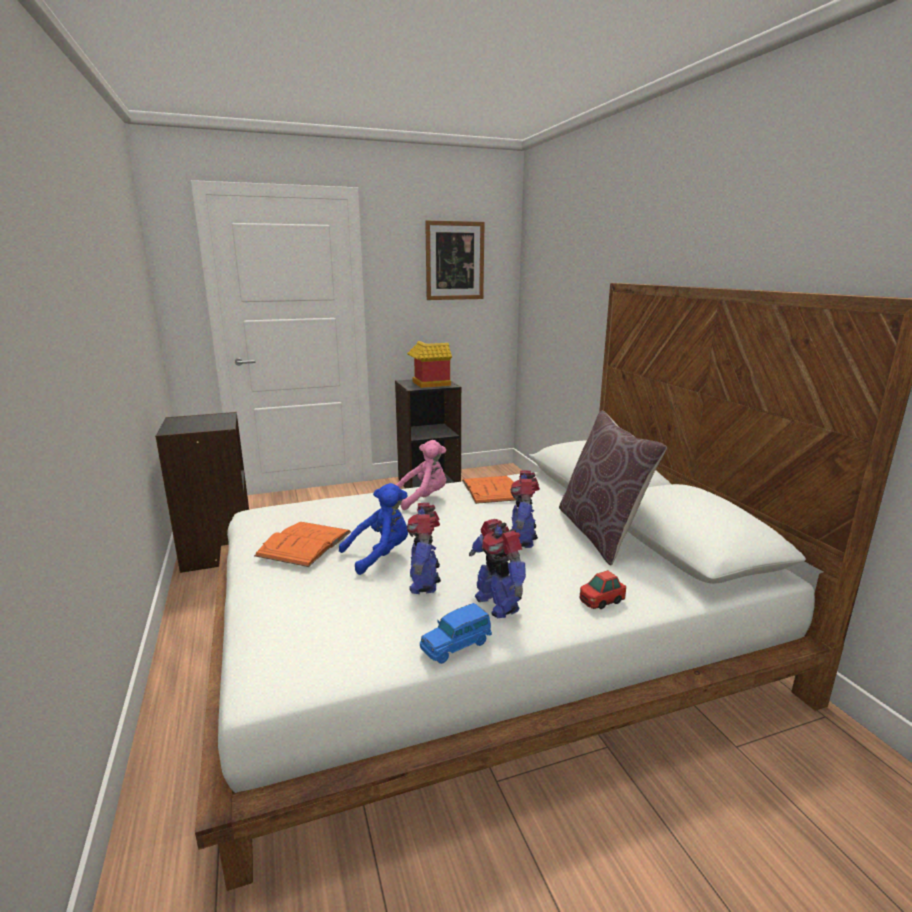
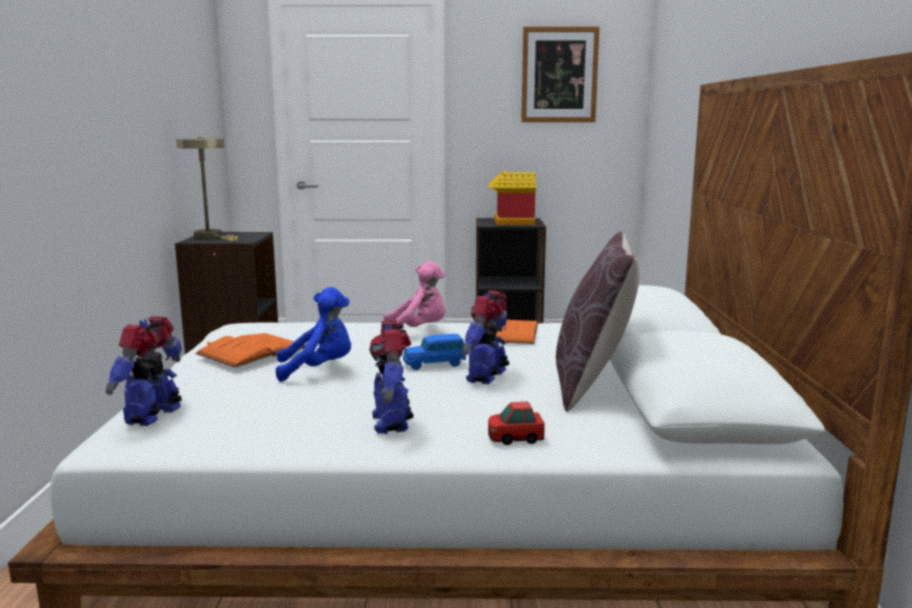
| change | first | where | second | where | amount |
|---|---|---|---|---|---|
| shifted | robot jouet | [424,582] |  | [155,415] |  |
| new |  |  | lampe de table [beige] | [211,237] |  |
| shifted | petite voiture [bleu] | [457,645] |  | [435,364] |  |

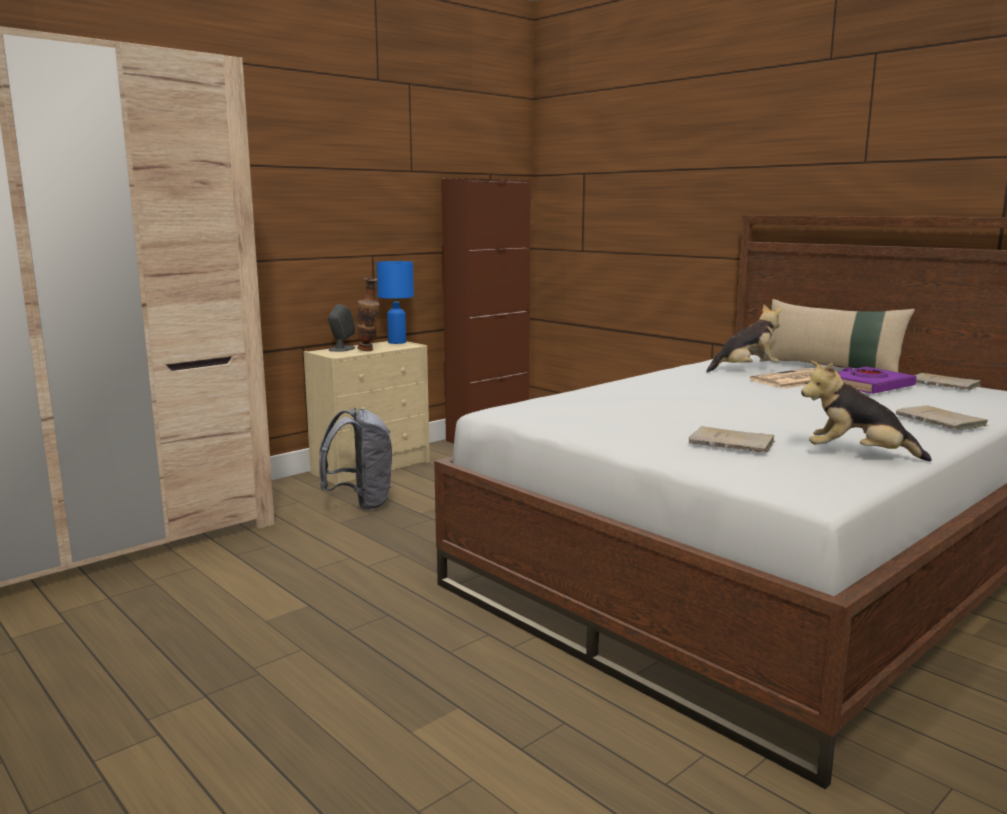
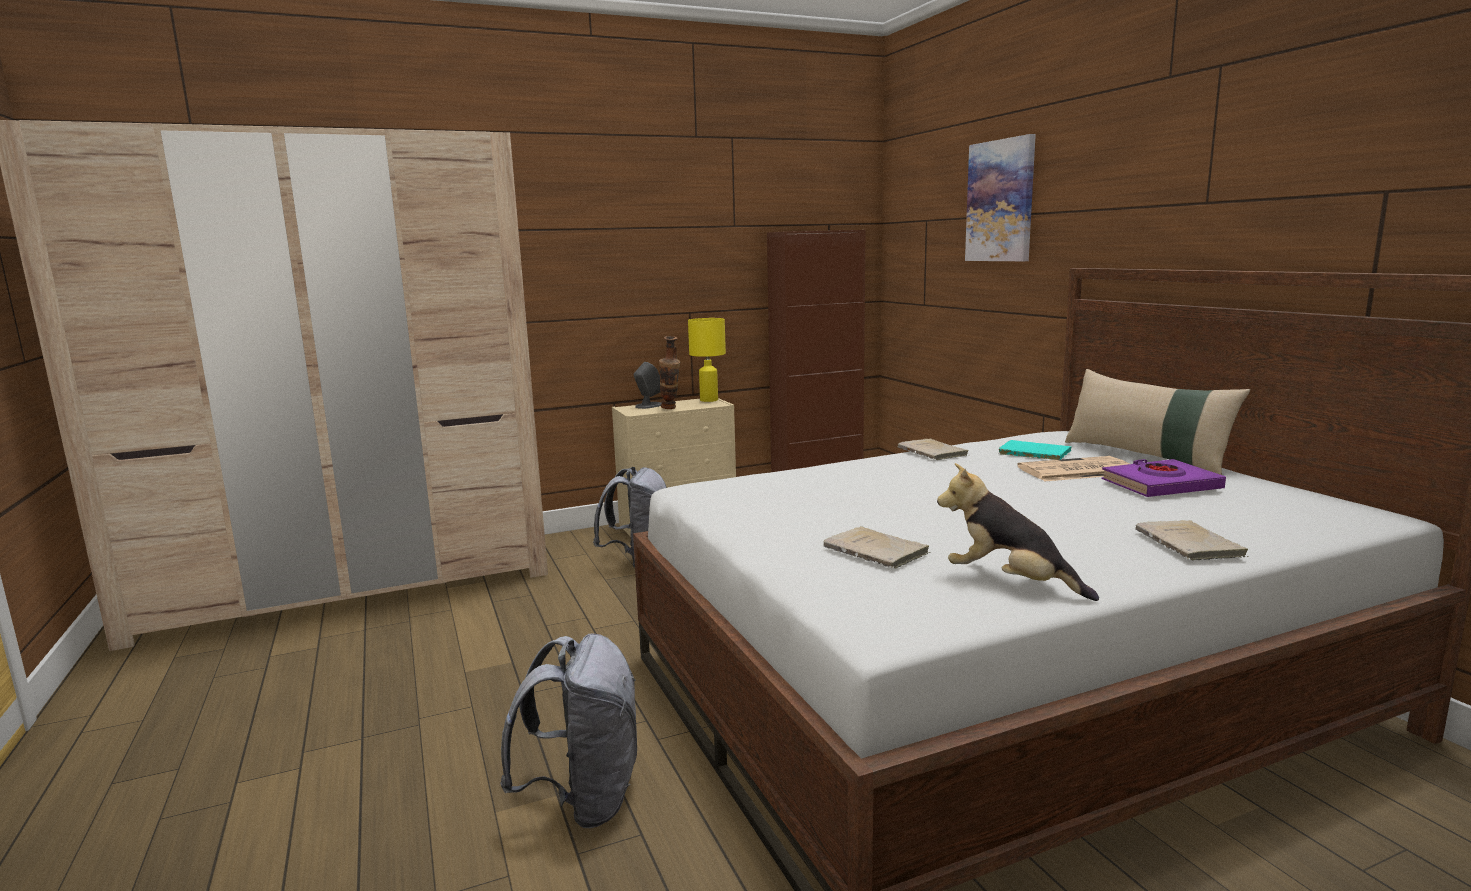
| change | first | where | second | where | amount |
|---|---|---|---|---|---|
| new |  |  | sac à dos [gris] | [584,800] |  |
| repainted | lampe de table [bleu] | [397,342] | lampe de table [jaune] | [708,400] |  |
| shifted | livre [beige] | [945,385] |  | [933,453] |  |
| new |  |  | tableau | [1000,201] |  |
| swapped | peluche | [745,370] | livre [turquoise] | [1032,453] |  |

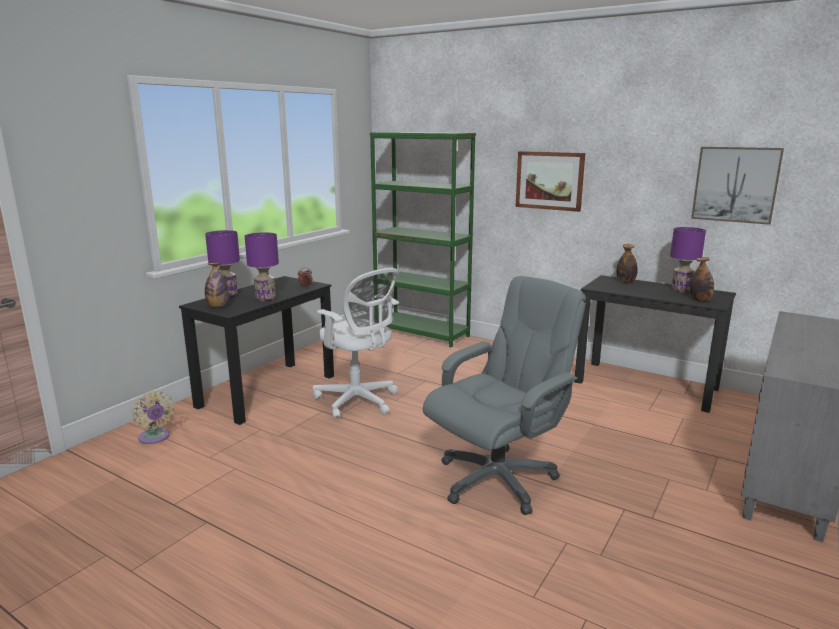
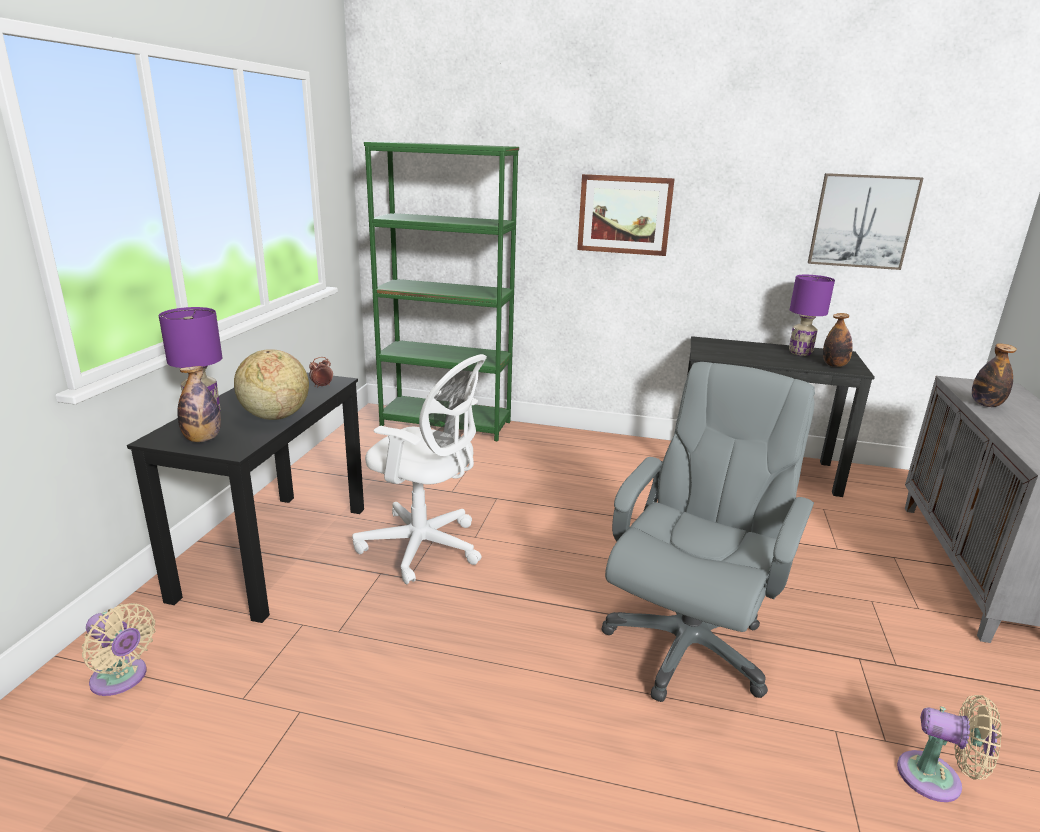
| change | first | where | second | where | amount |
|---|---|---|---|---|---|
| swapped | lampe de table [violet] | [265,299] | globe | [275,416] |  |
| new |  |  | ventilateur [beige] | [936,779] |  |
| shifted | bouteille | [625,282] |  | [985,404] |  |

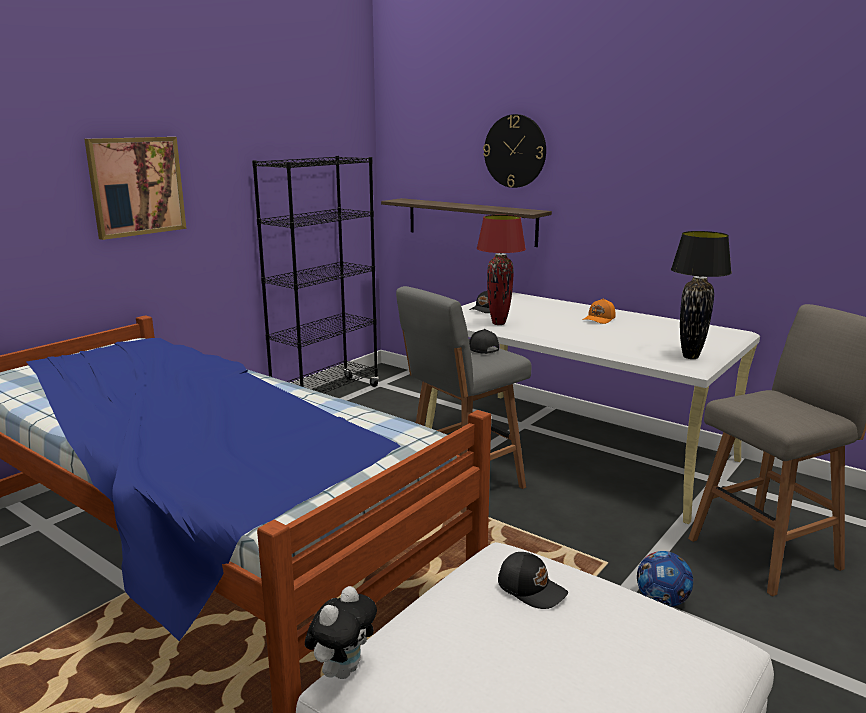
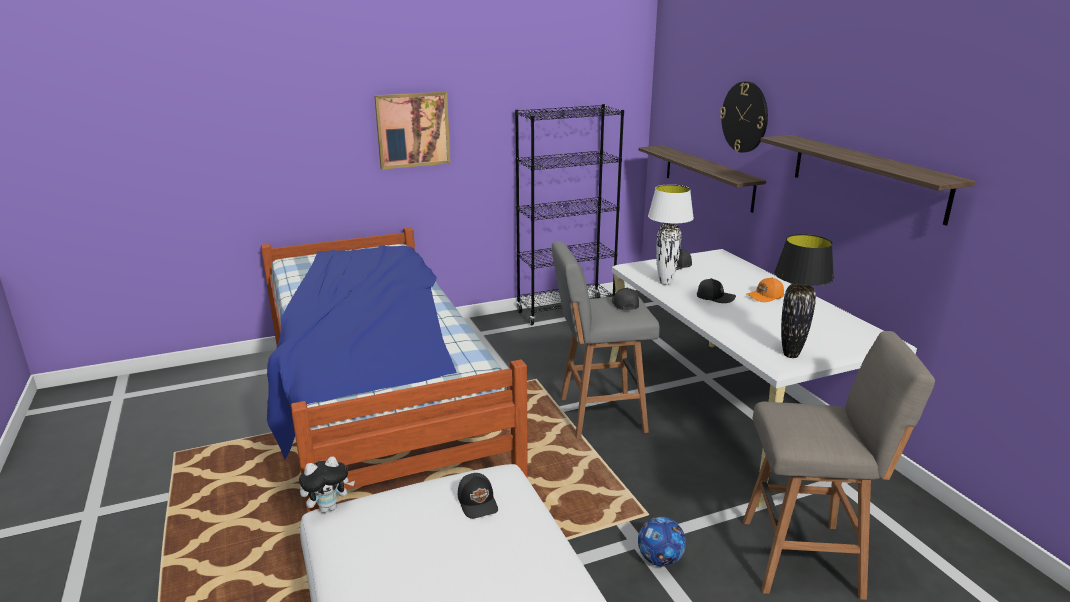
| change | first | where | second | where | amount |
|---|---|---|---|---|---|
| repainted | lampe de table [rouge] | [499,323] | lampe de table [blanc] | [665,283] |  |
| new |  |  | casquette [noir] | [715,297] |  |
| new |  |  | étagère | [866,176] |  |

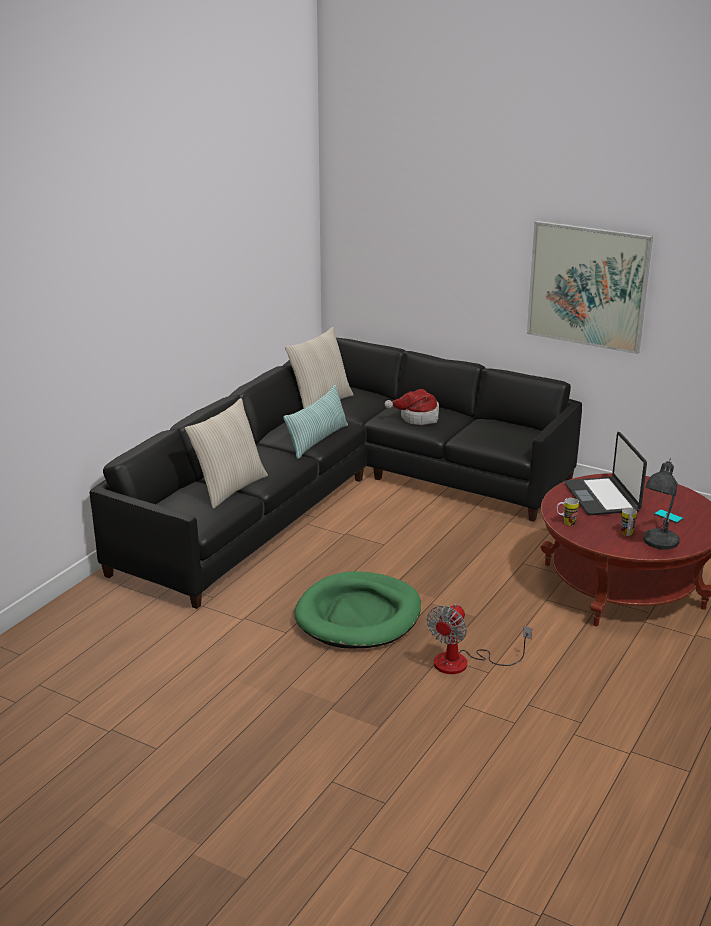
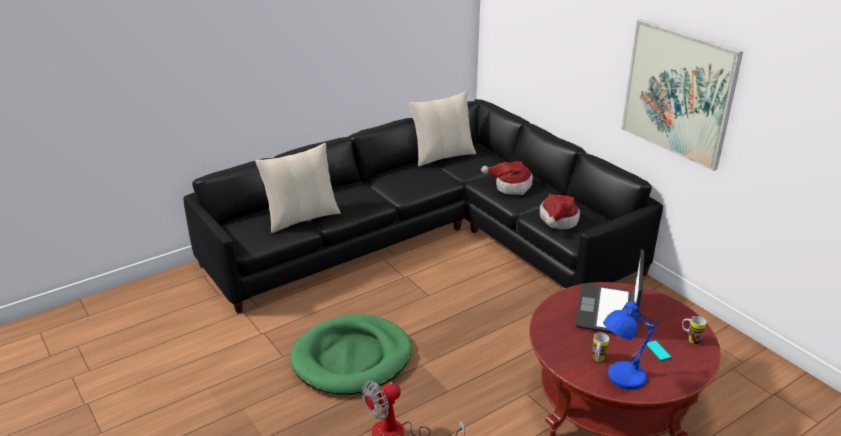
| change | first | where | second | where | amount |
|---|---|---|---|---|---|
| new |  |  | chapeau | [557,221] |  |
| repainted | lampe de table [gris] | [658,542] | lampe de table [bleu] | [622,378] |  |
| shifted | mug | [565,523] |  | [690,339] |  |
| gone | coussin | [317,440] |  |  |  |

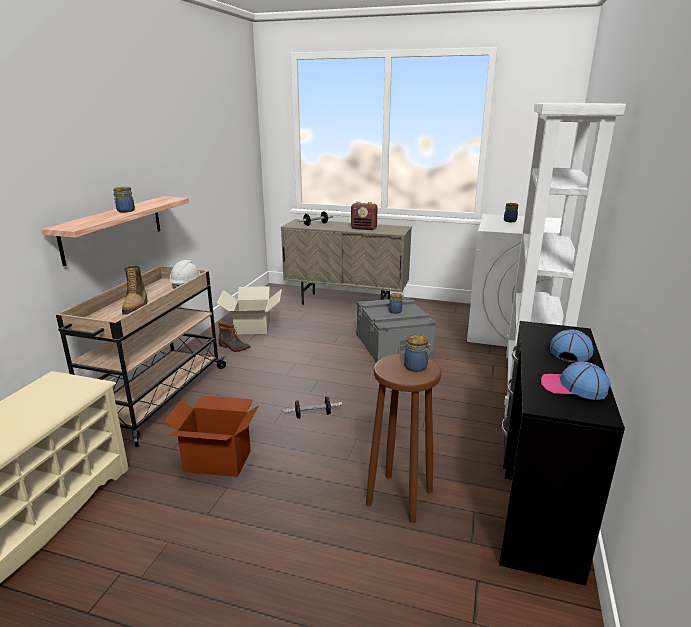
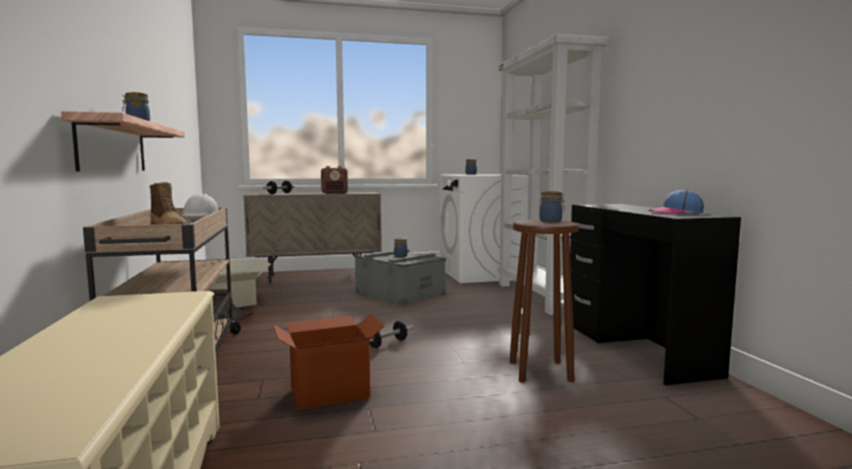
| change | first | where | second | where | amount |
|---|---|---|---|---|---|
| gone | casquette | [571,350] |  |  |  |

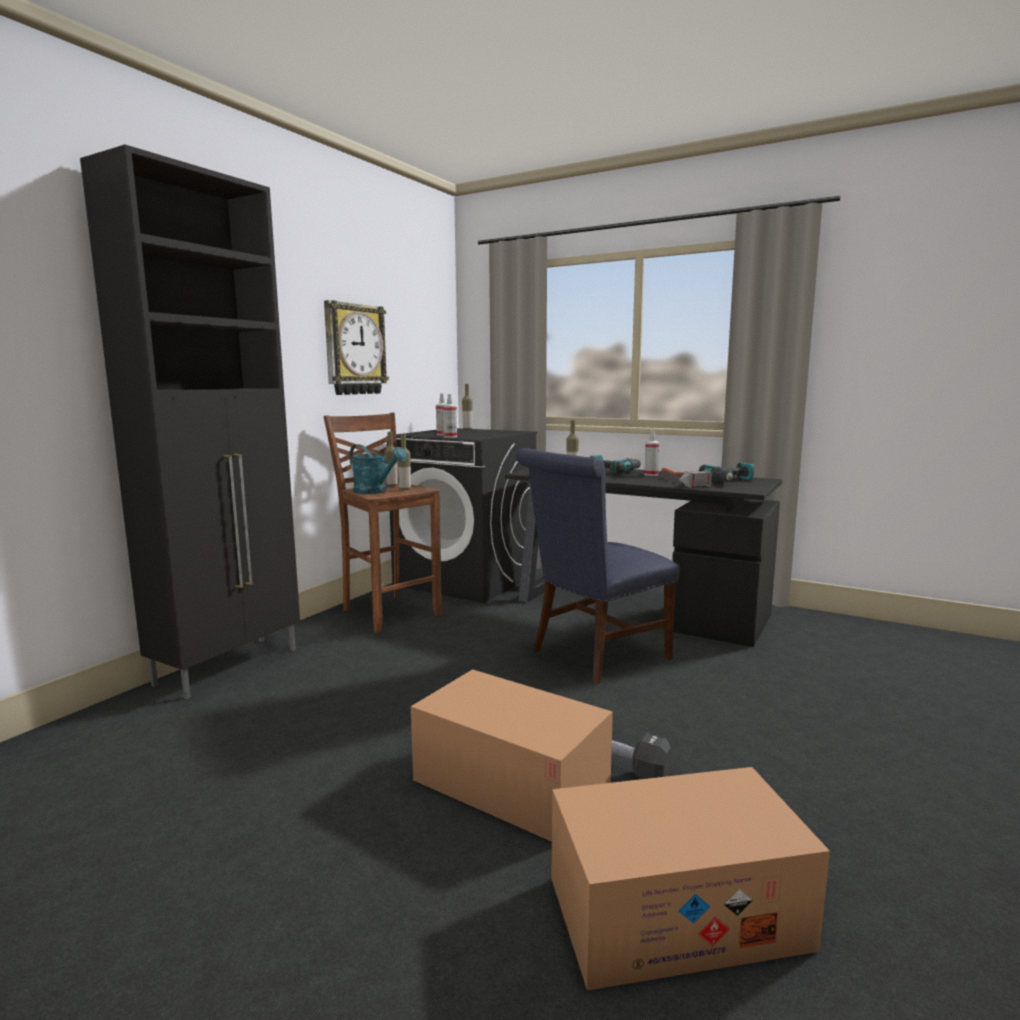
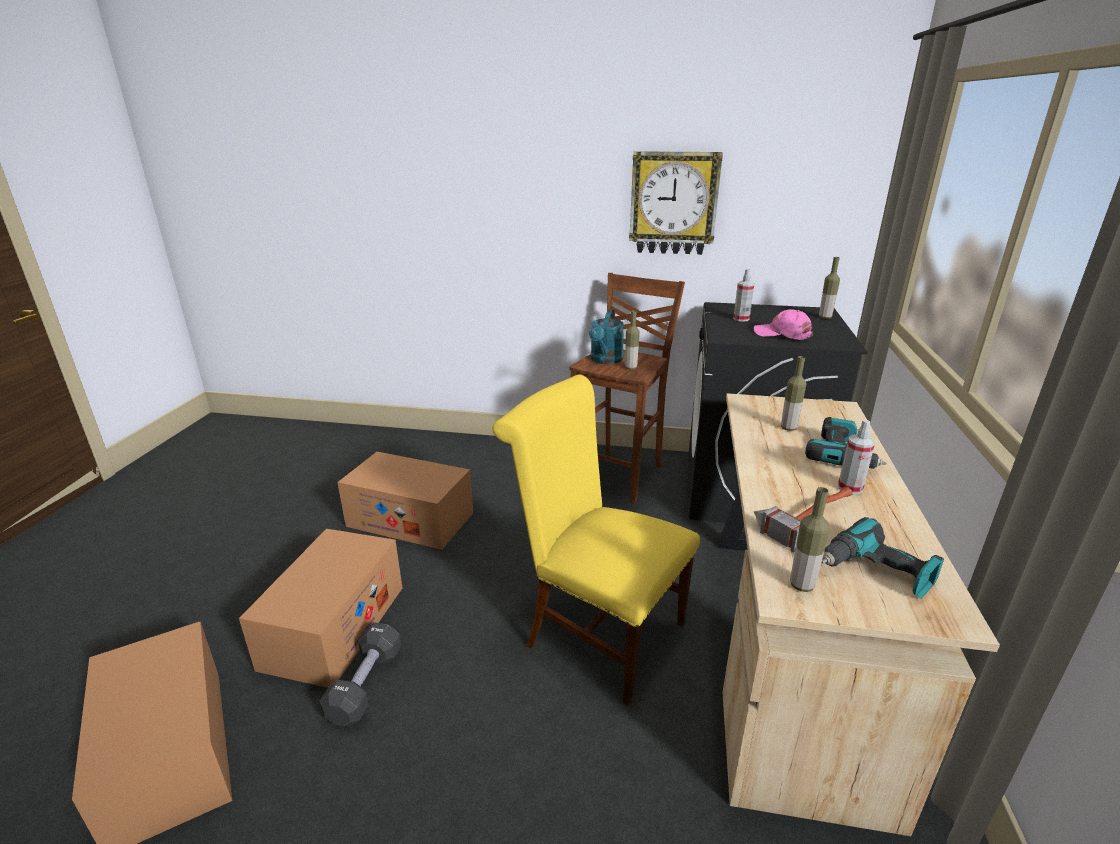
| change | first | where | second | where | amount |
|---|---|---|---|---|---|
| new |  |  | carton | [410,519] |  |
| repainted | chaise [bleu] | [593,656] | chaise [jaune] | [597,631] |  |
| repainted | bureau [noir] | [635,607] | bureau [beige] | [787,644] |  |
| new |  |  | casquette [rose] | [782,334] |  |
| shifted | bouteille | [392,485] |  | [802,585] |  |
| gone | meuble de rangement [noir] | [230,666] |  |  |  |
| gone | vaporisateur | [450,437] |  |  |  |

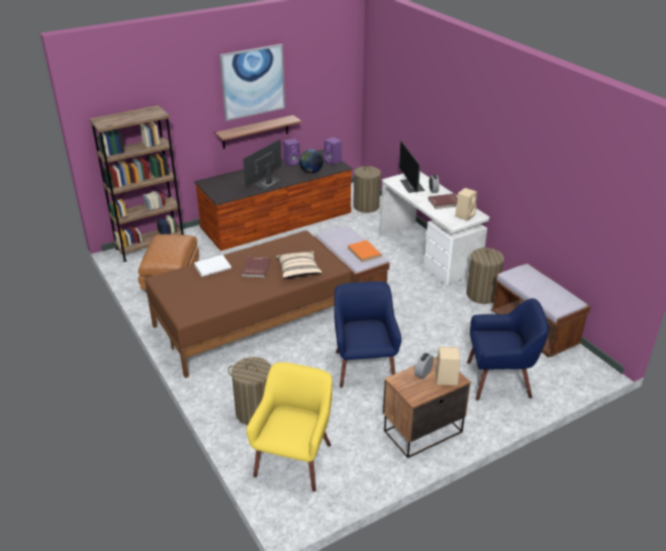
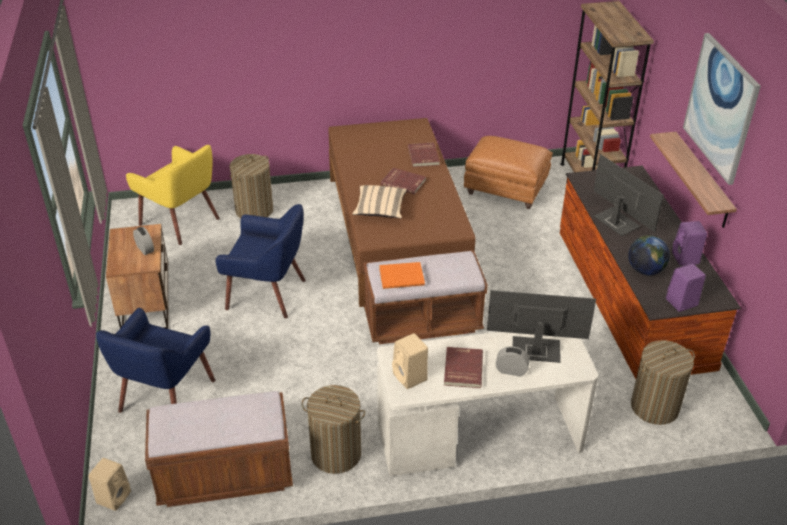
| change | first | where | second | where | amount |
|---|---|---|---|---|---|
| shifted | enceinte [beige] | [445,379] |  | [114,496] |  |
| repainted | livre [blanc] | [212,267] | livre [rouge] | [424,156] |  |

